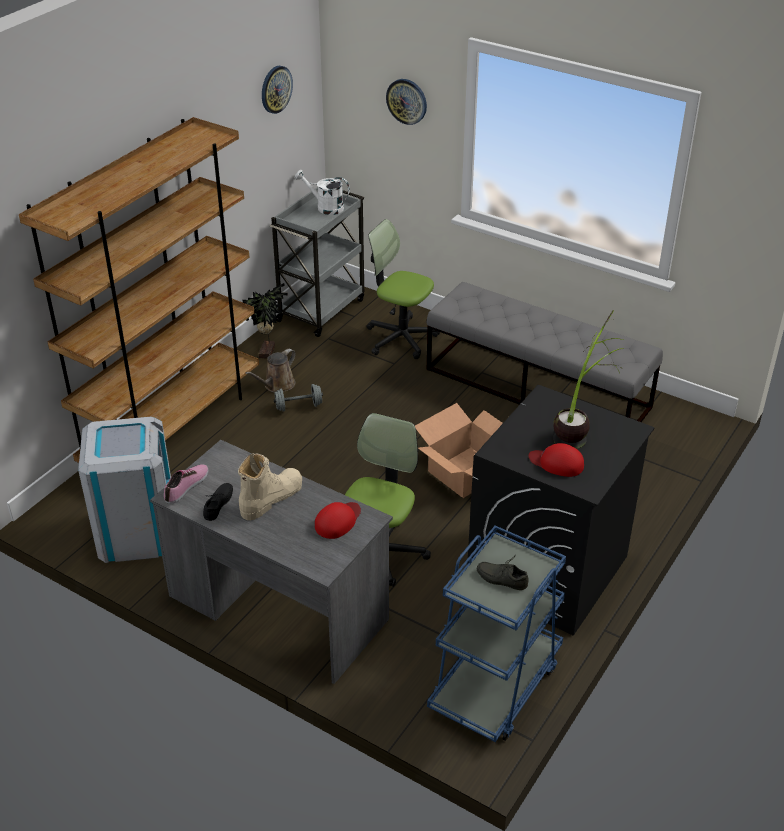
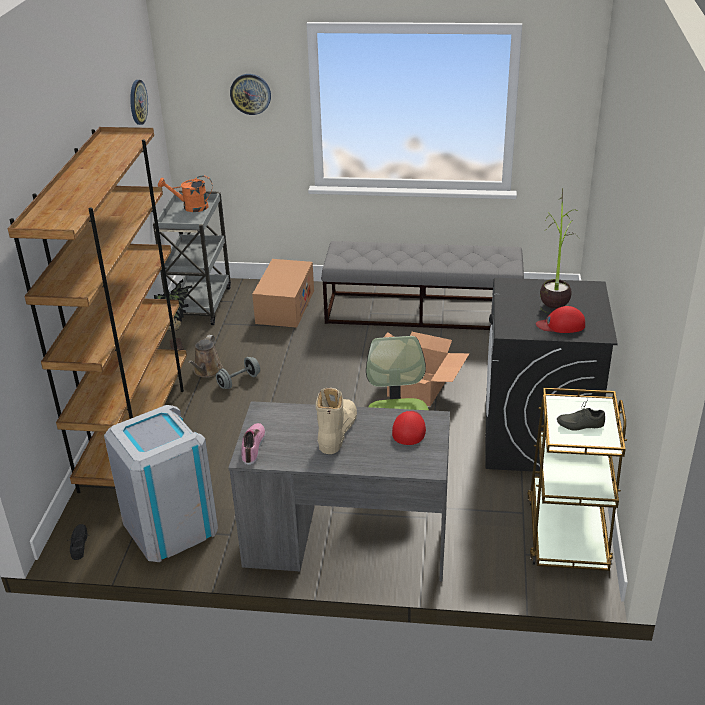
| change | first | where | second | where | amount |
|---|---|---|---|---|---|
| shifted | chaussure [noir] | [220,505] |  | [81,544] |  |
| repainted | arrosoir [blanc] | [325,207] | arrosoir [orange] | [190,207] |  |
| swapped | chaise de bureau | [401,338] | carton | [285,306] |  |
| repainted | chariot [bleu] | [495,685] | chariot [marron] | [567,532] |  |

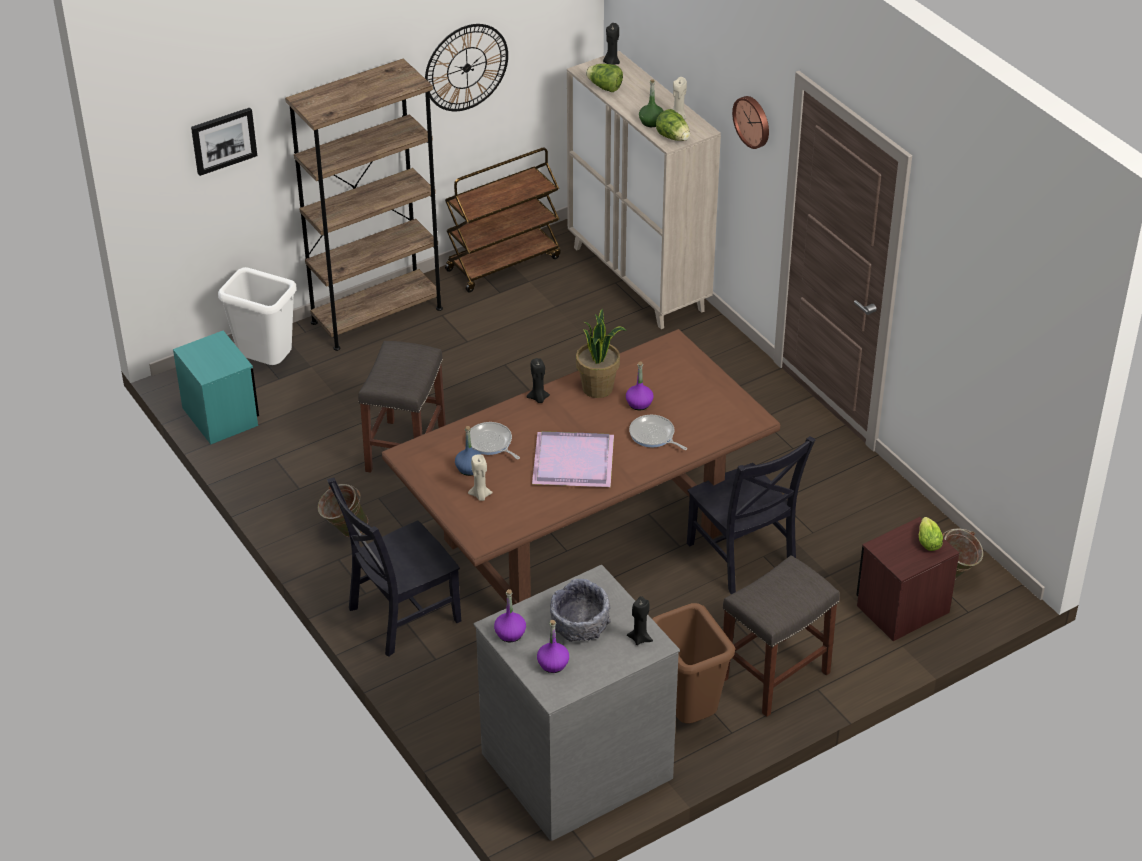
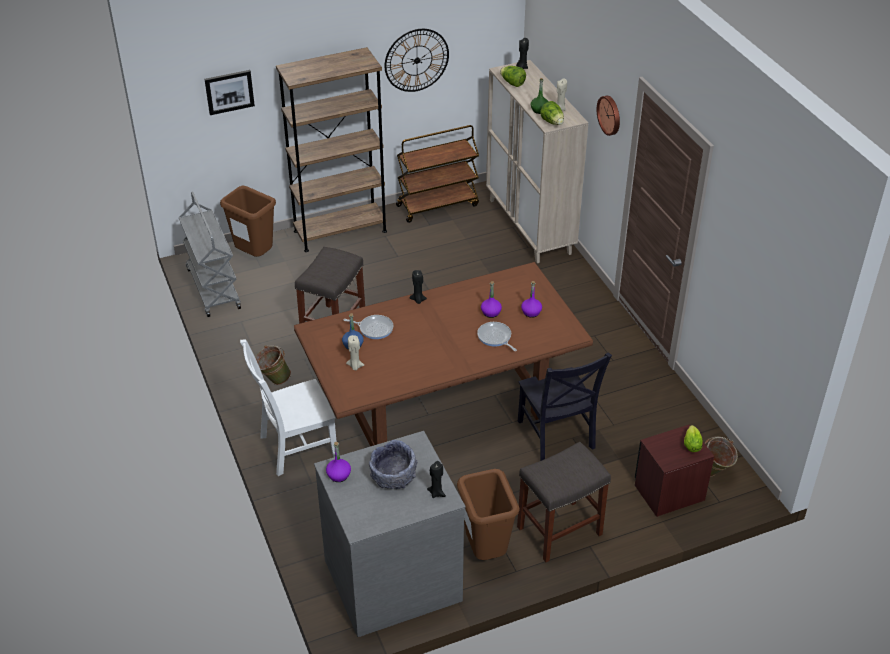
| change | first | where | second | where | amount |
|---|---|---|---|---|---|
| swapped | table de chevet [turquoise] | [220,416] | chariot [gris] | [213,288] |  |
| repainted | poubelle [blanc] | [266,365] | poubelle [marron] | [254,256] |  |
| repainted | chaise [noir] | [400,616] | chaise [blanc] | [295,447] |  |
| rotated | poêle | [491,443] |  | [374,328] | 135 degrees clockwise |
| shifted | bouteille [violet] | [553,664] |  | [531,312] |  |
| gone | plateau [violet] | [571,463] |  |  |  |
| gone | plante en pot | [598,388] |  |  |  |

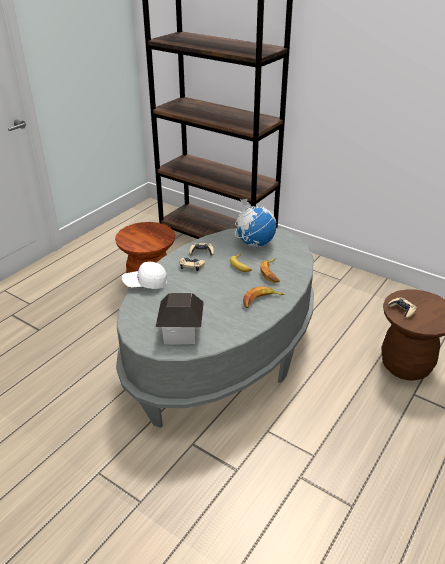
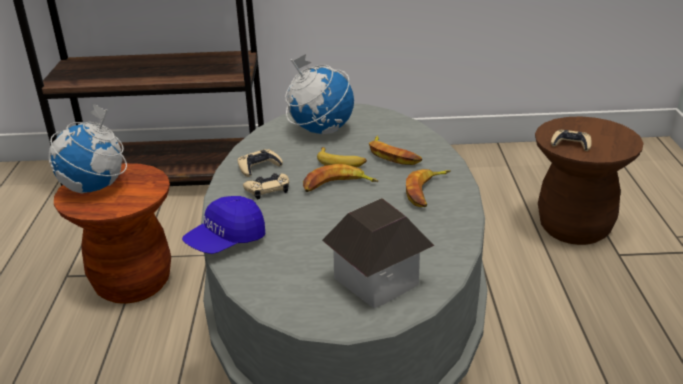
| change | first | where | second | where | amount |
|---|---|---|---|---|---|
| new |  |  | globe | [94,188] |  |
| repainted | casquette [blanc] | [145,283] | casquette [bleu] | [226,241] |  |
| new |  |  | banane | [337,186] |  |

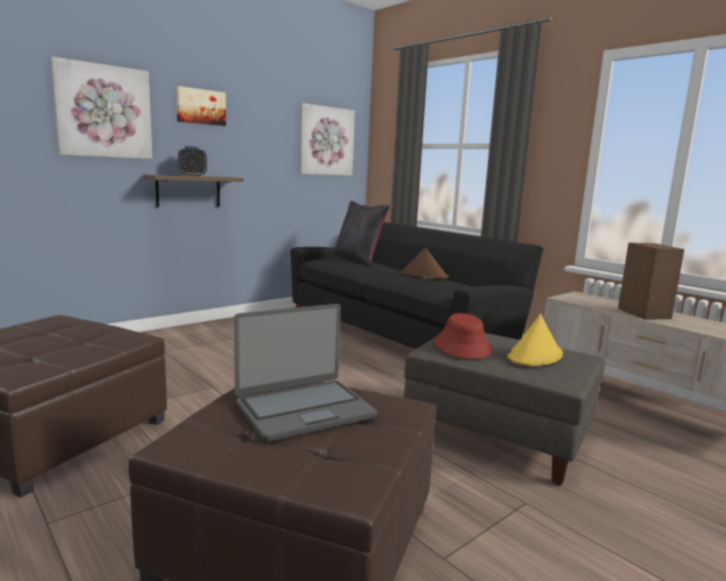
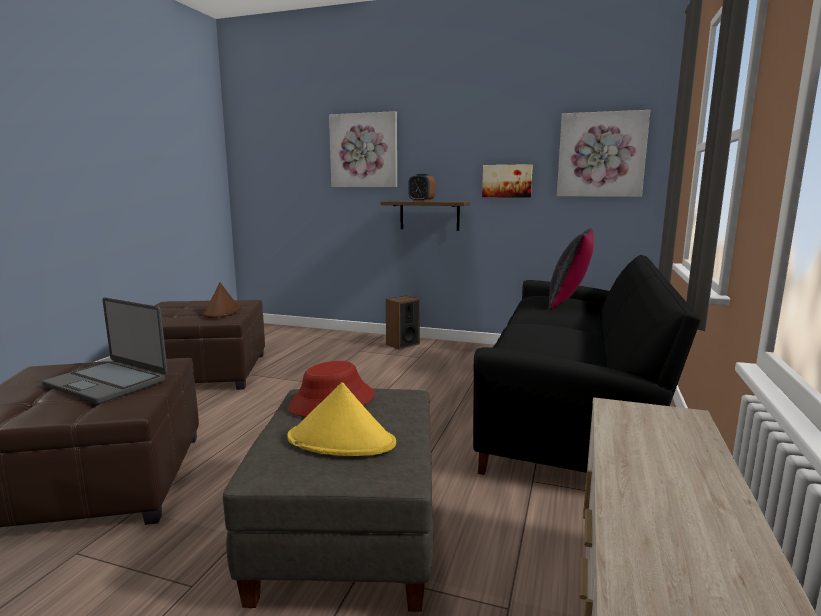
| change | first | where | second | where | amount |
|---|---|---|---|---|---|
| shifted | chapeau [marron] | [424,275] |  | [222,312] |  |
| shifted | enceinte | [643,313] |  | [402,344] |  |
| shifted | tableau | [200,106] |  | [507,181] |  |

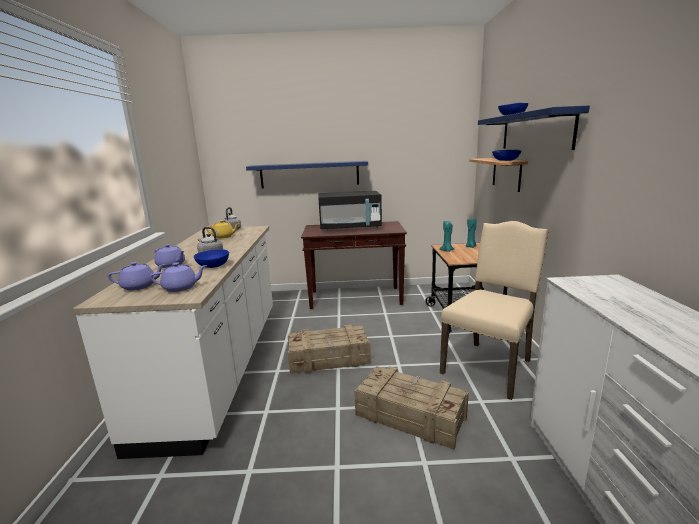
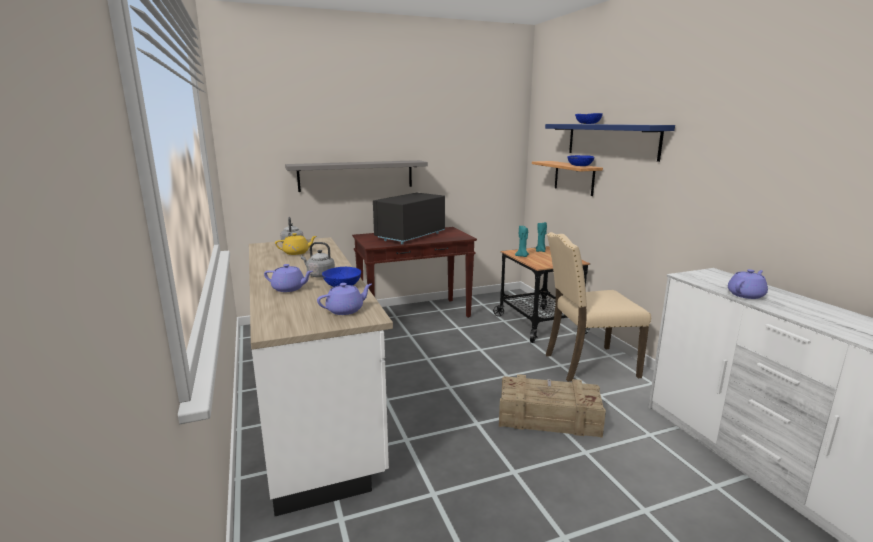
| change | first | where | second | where | amount |
|---|---|---|---|---|---|
| repainted | étagère [bleu] | [309,174] | étagère [gris] | [356,175] |  |
| rotated | micro-ondes [noir] | [350,228] |  | [410,236] | 150 degrees clockwise |
| rotated | chaise [beige] | [489,366] |  | [588,364] | 120 degrees counterclockwise |
| shifted | théière [violet] | [140,286] |  | [746,295] |  |
| gone | caisse | [329,359] |  |  |  |

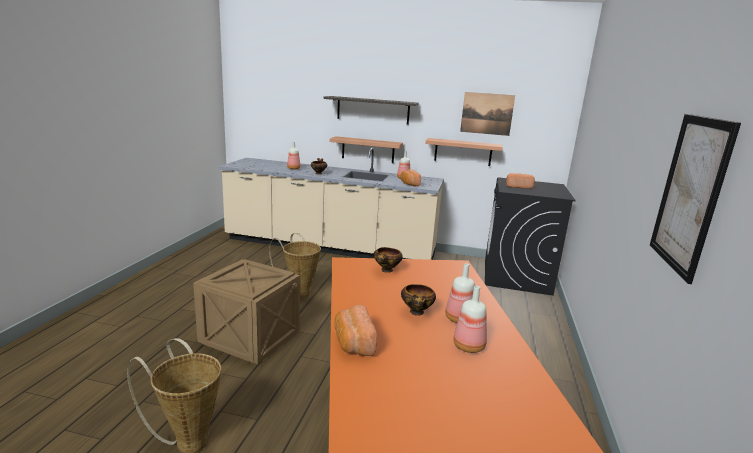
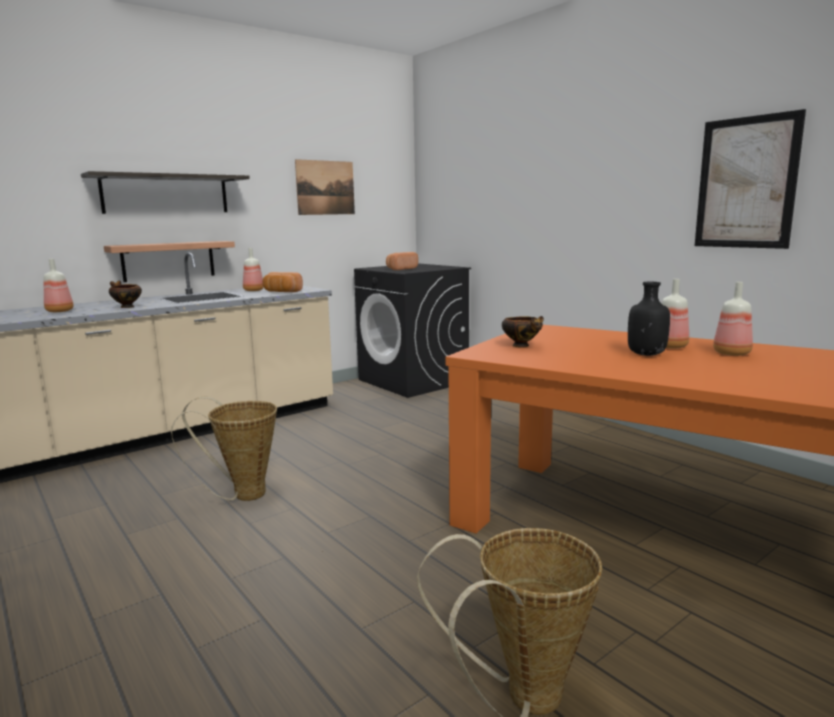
| change | first | where | second | where | amount |
|---|---|---|---|---|---|
| swapped | bol | [417,313] | bouteille [noir] | [646,354] |  |
| gone | caisse | [249,337] |  |  |  |
| gone | pain | [353,343] |  |  |  |
| gone | étagère | [463,152] |  |  |  |

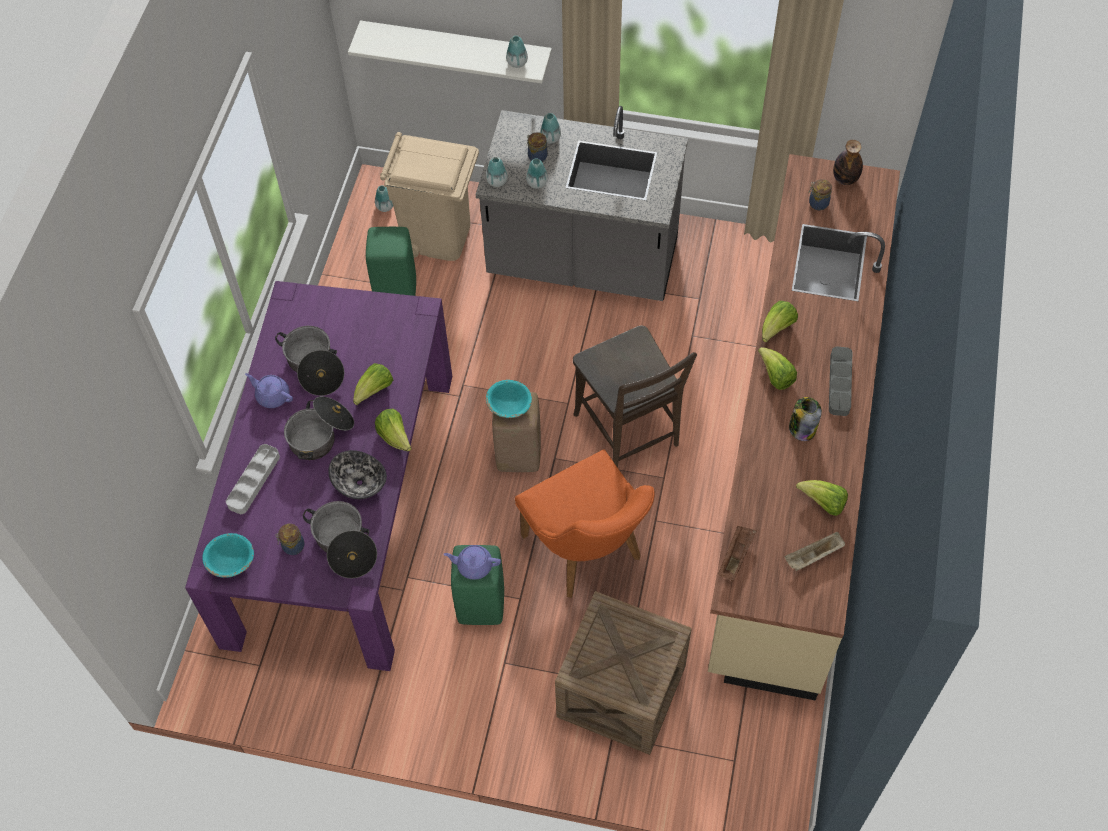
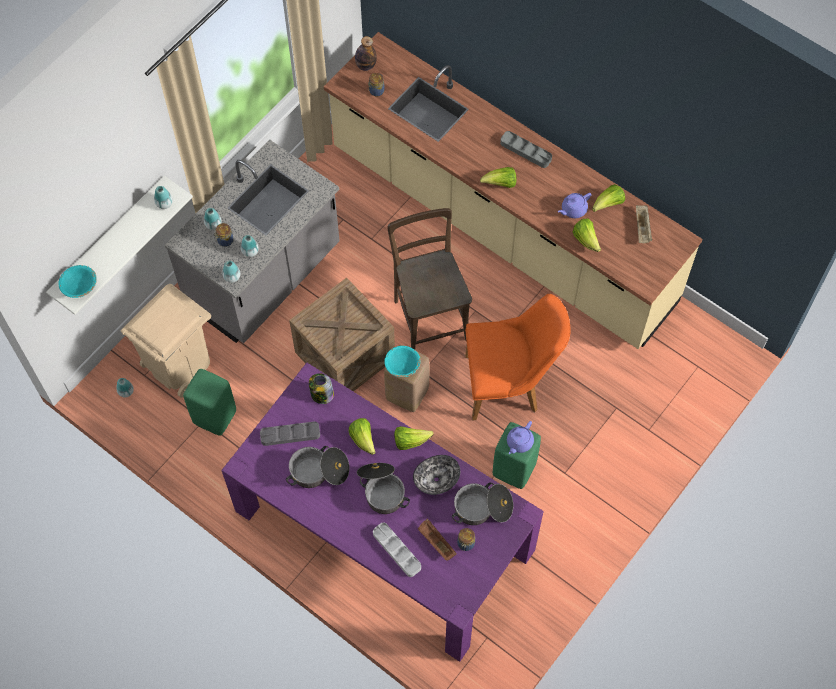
| change | first | where | second | where | amount |
|---|---|---|---|---|---|
| shifted | bol [turquoise] | [231,561] |  | [79,286] |  |
| new |  |  | plateau [gris] | [290,435] |  |
| shifted | caisse | [621,691] |  | [345,355] |  |
| shifted | bocal | [802,428] |  | [321,394] |  |
| rotated | chaise [marron] | [629,434] |  | [429,316] | 105 degrees counterclockwise |
| shifted | plateau [marron] | [735,556] |  | [436,542] |  |
| shifted | théière [violet] | [272,396] |  | [573,210] |  |
| shifted | laitue | [776,329] |  | [586,240] |  |

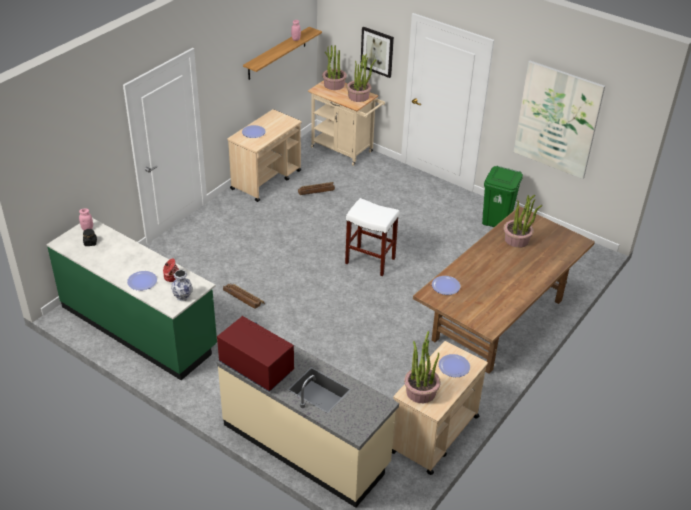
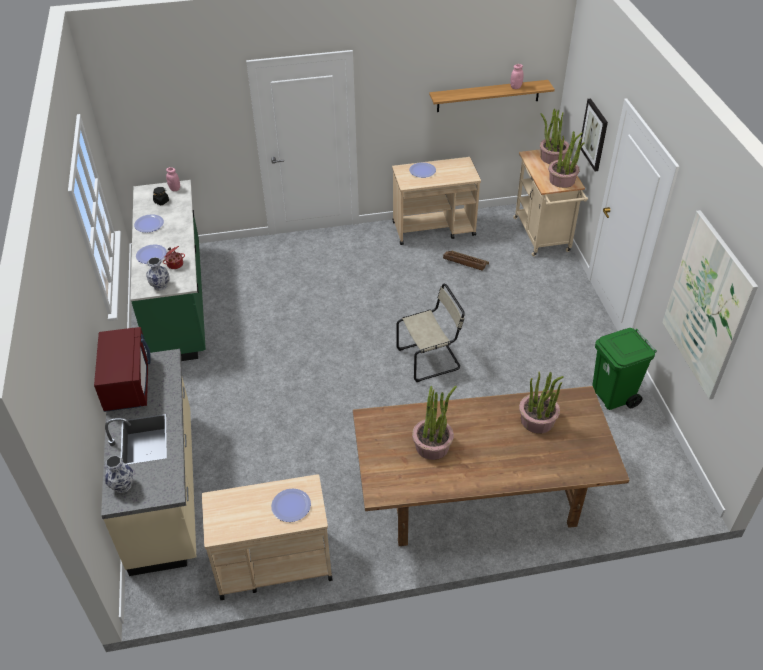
| change | first | where | second | where | amount |
|---|---|---|---|---|---|
| new |  |  | vase | [122,485] |  |
| shifted | assiette | [445,286] |  | [149,224] |  |
| swapped | tabouret [blanc] | [371,261] | chaise [beige] | [431,358] |  |
| shifted | plante en pot | [421,391] |  | [432,445] |  |
| gone | caisse | [243,298] |  |  |  |

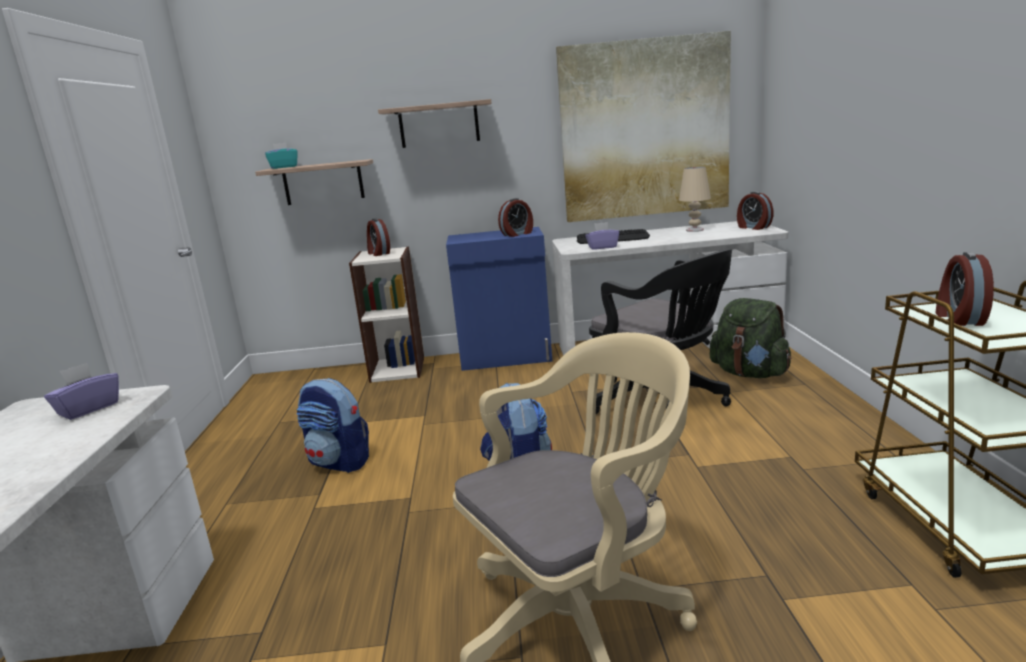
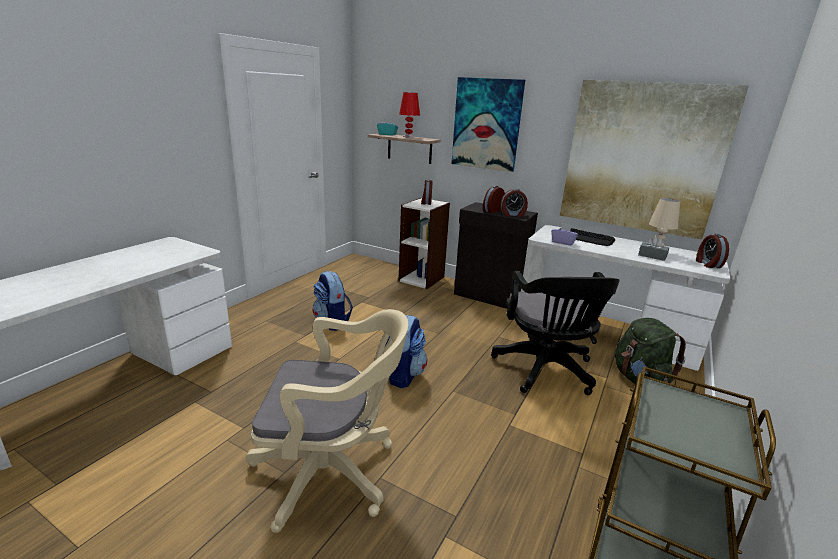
| change | first | where | second | where | amount |
|---|---|---|---|---|---|
| new |  |  | lampe de table [rouge] | [408,136] |  |
| swapped | étagère | [439,124] | tableau | [486,124] |  |
| repainted | meuble de rangement [bleu] | [506,358] | meuble de rangement [noir] | [489,296] |  |
| shifted | réveil | [958,319] |  | [492,211] |  |
| new |  |  | boîte à mouchoirs [gris] | [652,256] |  |
| gone | boîte à mouchoirs [violet] | [88,409] |  |  |  |

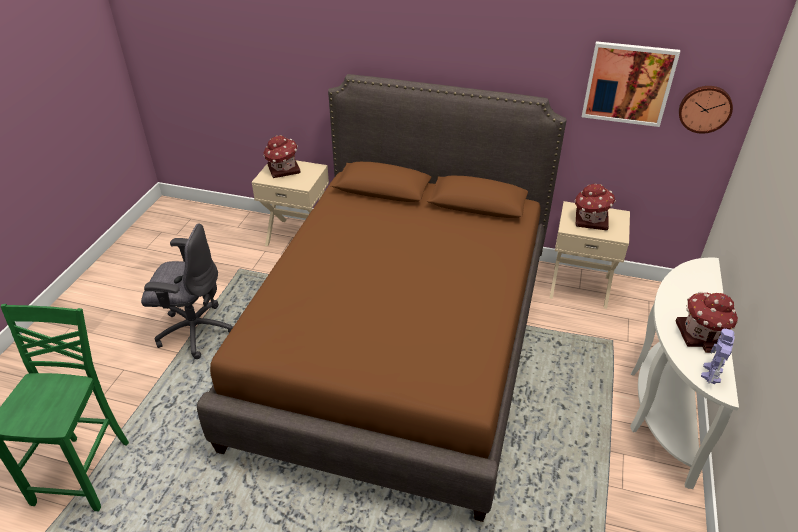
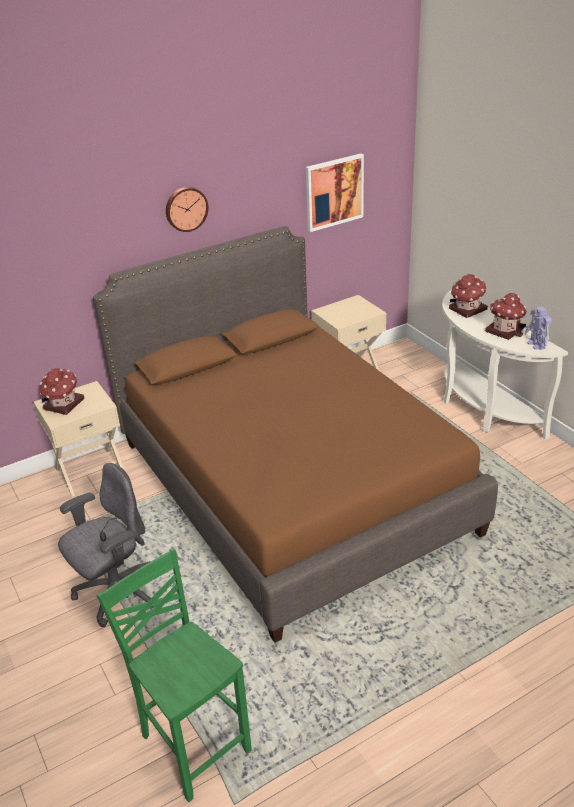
| change | first | where | second | where | amount |
|---|---|---|---|---|---|
| shifted | horloge murale | [705,108] |  | [186,208] |  |
| shifted | maison miniature | [590,220] |  | [467,309] |  |

